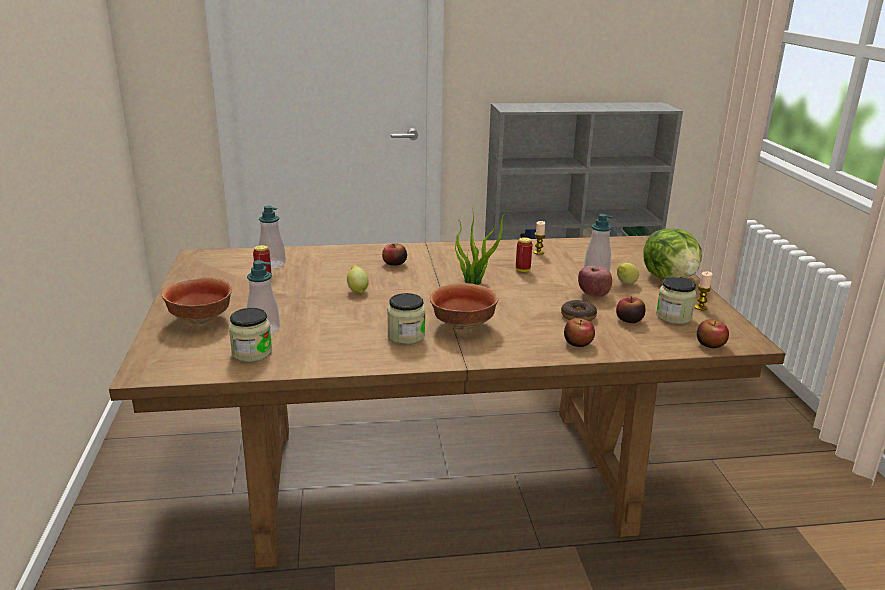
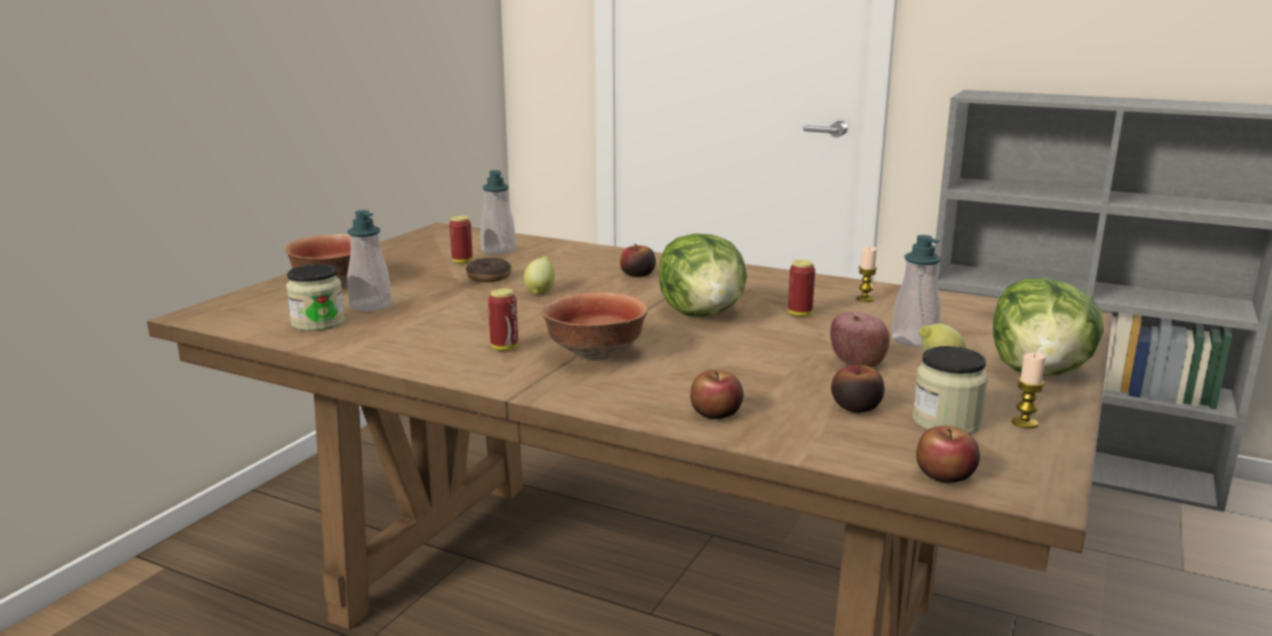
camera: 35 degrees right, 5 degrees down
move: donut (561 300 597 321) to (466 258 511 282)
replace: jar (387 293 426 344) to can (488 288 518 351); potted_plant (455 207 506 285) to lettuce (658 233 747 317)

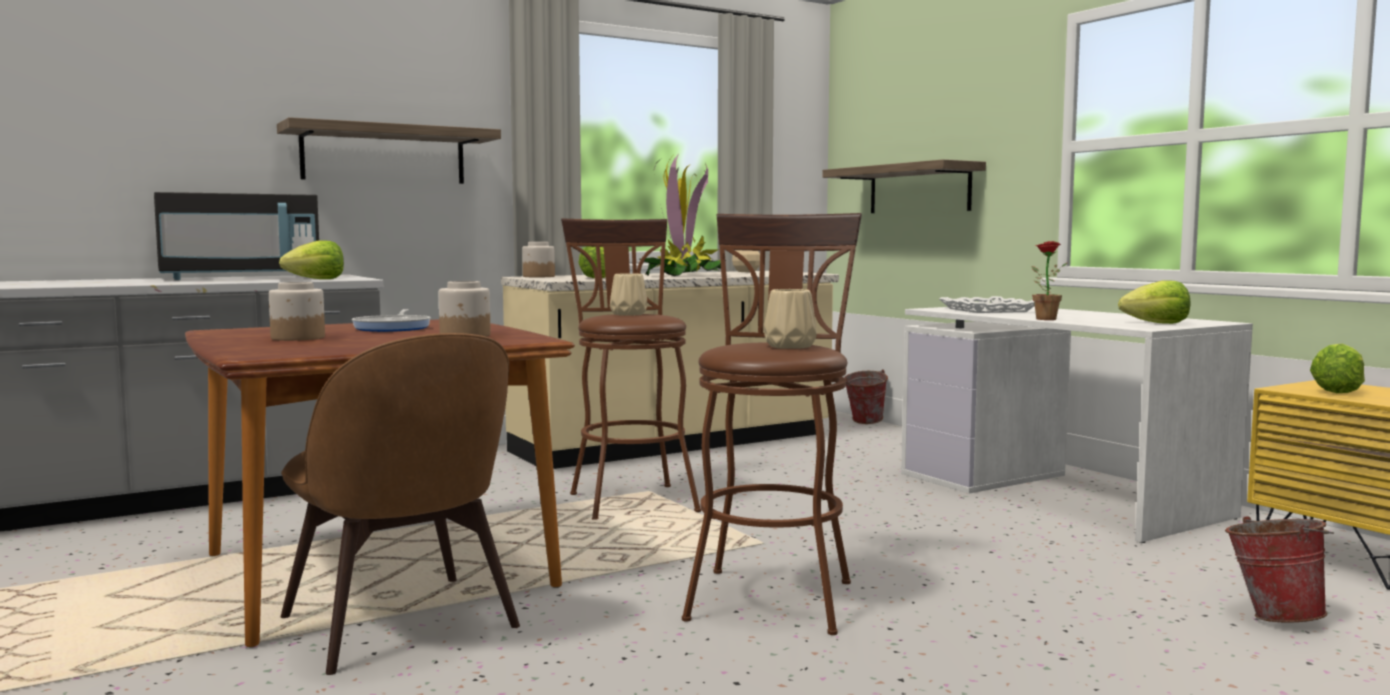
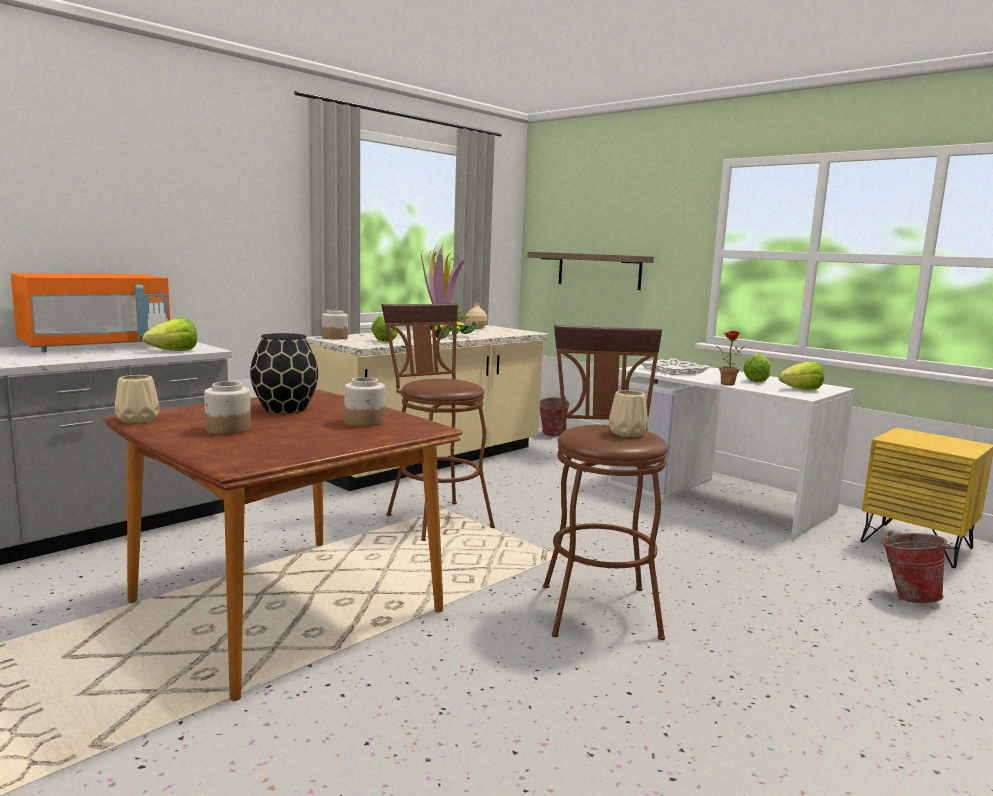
camera: 15 degrees left, 5 degrees up
delete: shelf (277 117 501 184); brown_chair (281 333 520 675)
move: beige_vase (610 273 647 316) to (115 375 160 423); lettuce (1310 344 1365 393) to (743 354 770 382)
replace: frying_pan (352 309 431 332) to black_vase (250 333 318 413)
recolor: black_microwave (154 192 319 280) to orange_microwave (11 273 170 352)

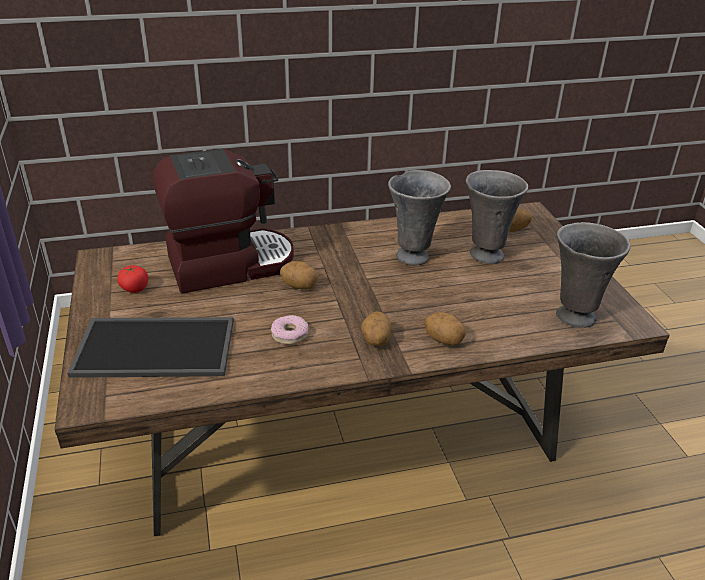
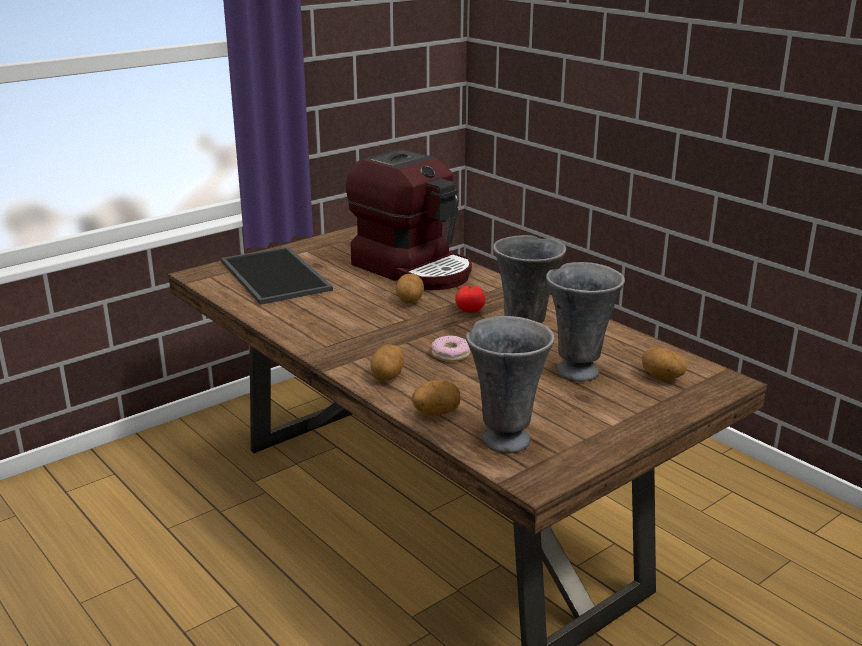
camera: 65 degrees right, 10 degrees down
move: tomato (117 265 148 293) to (455 285 486 313); donut (271 315 309 345) to (432 335 470 362); potato (361 312 392 346) to (412 380 461 416)

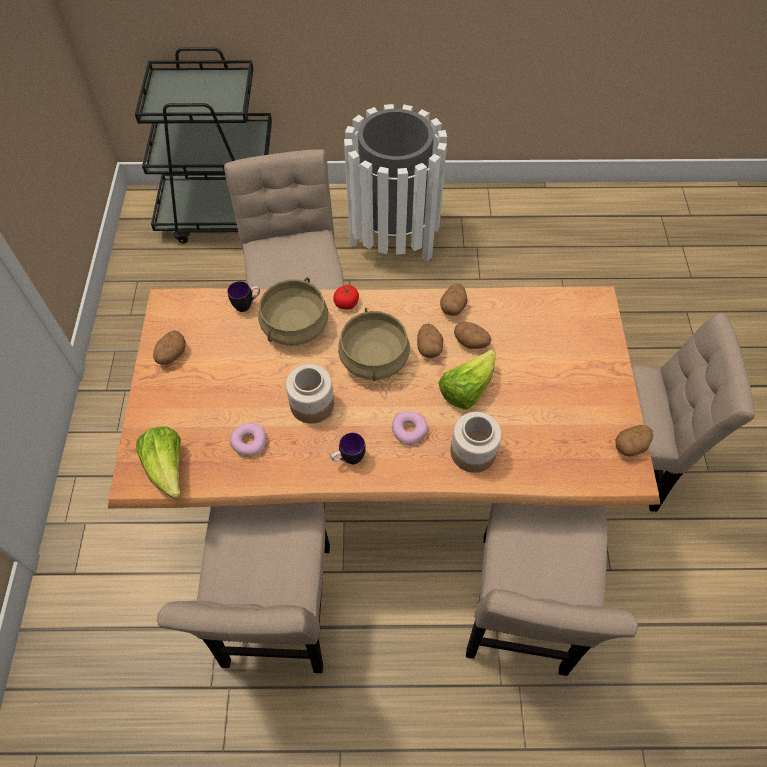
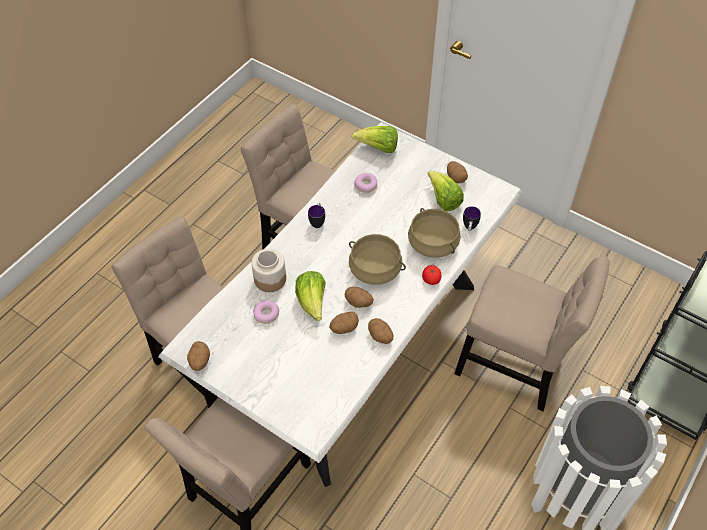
camera: 125 degrees right, 5 degrees down
delete: jar (286 364 334 424)
insert: lettuce (427 171 464 211)
move: donut (391 411 428 445) to (253 300 279 324)
recolor: brown_dining_table (108 286 660 508) to white_dining_table (158 122 523 487)

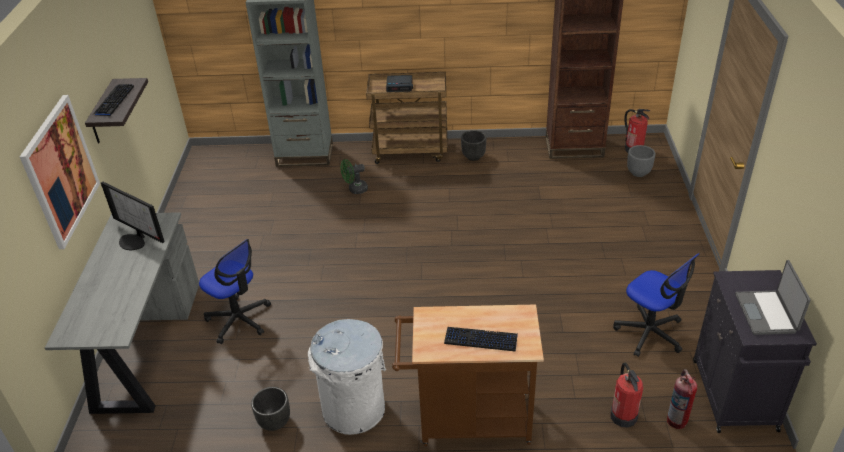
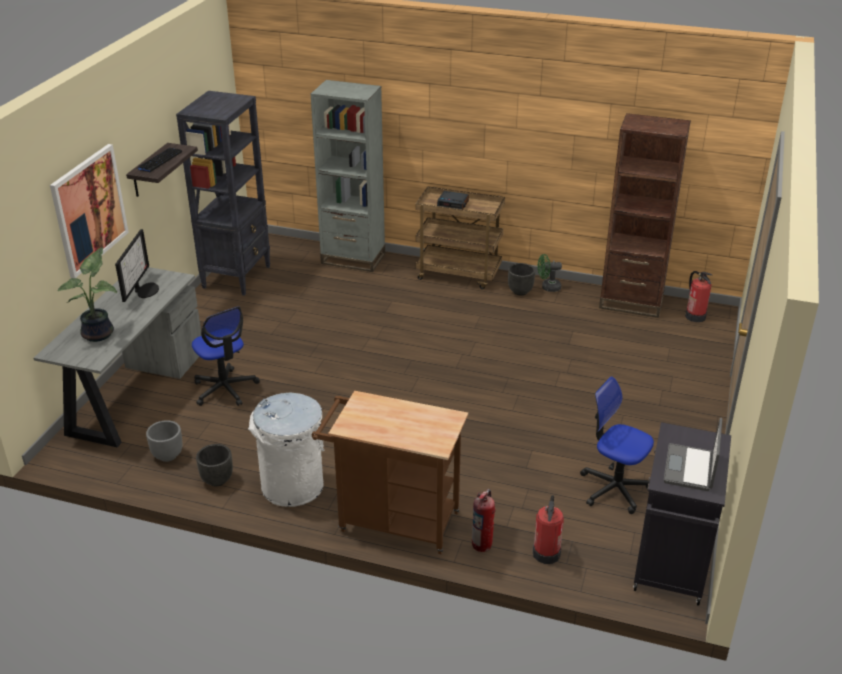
camera: 15 degrees right, 5 degrees down
delete: keyboard (444 327 518 352)
insert: potted_plant (58 247 117 342); black_bookcase (176 91 270 296)
move: green_fan (340 159 368 194) to (538 254 562 292); grey_planter (627 145 655 177) to (146 420 182 462); fire_extinguisher (667 369 697 429) to (472 489 496 552)
rotate: monitor (101 182 165 250) = (115 229 159 302) 135 degrees counterclockwise; office_chair (613 253 700 357) = (580 376 654 514) 150 degrees clockwise

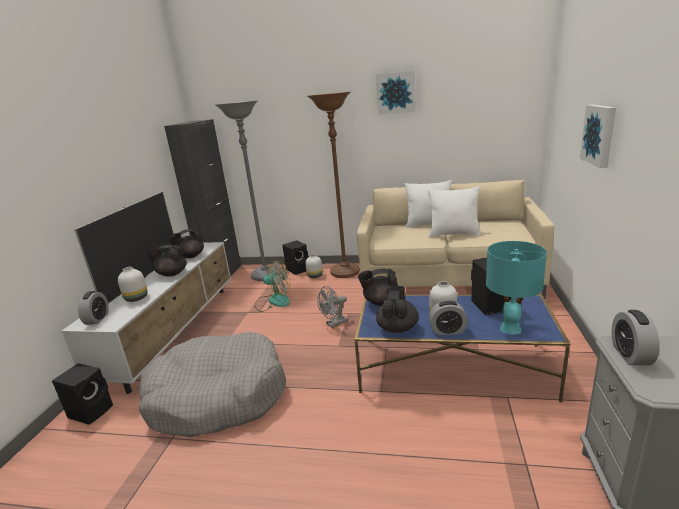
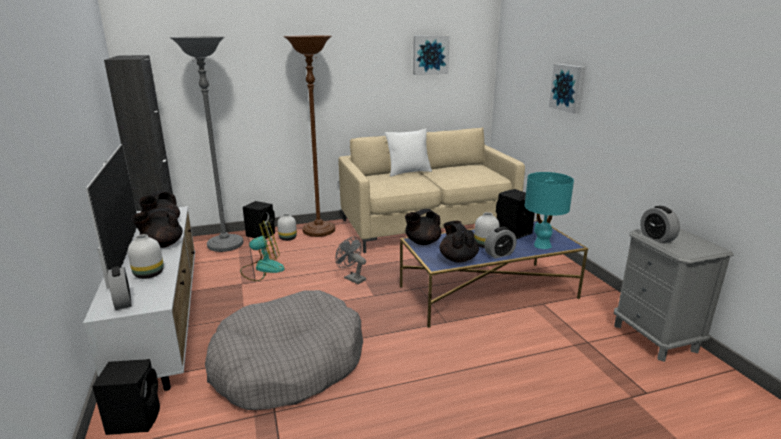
camera: 30 degrees left, 0 degrees up
delete: white_pillow (428 187 481 237)
move: picture (376 70 416 114) to (413 36 450 75)
rotate: grey_fan (317 286 348 328) = (336 237 366 284) 105 degrees clockwise

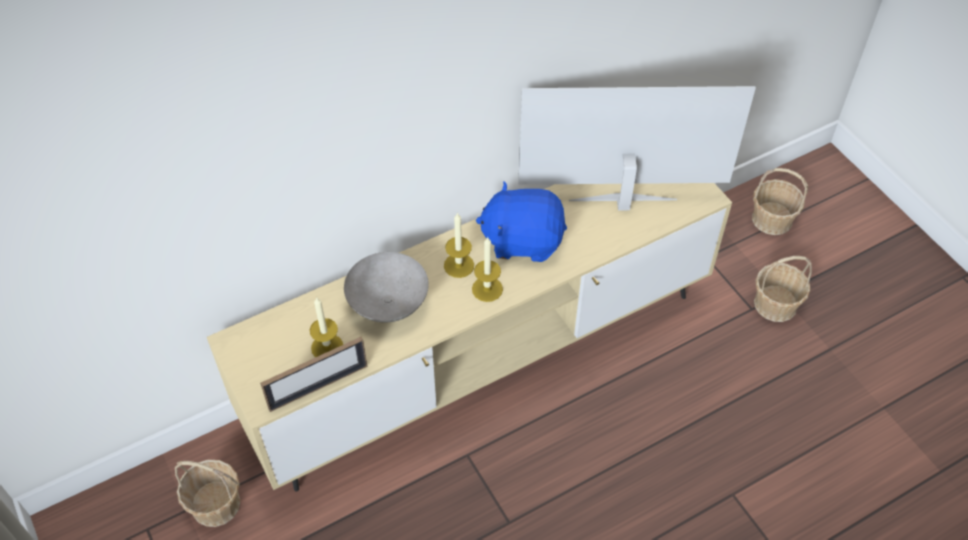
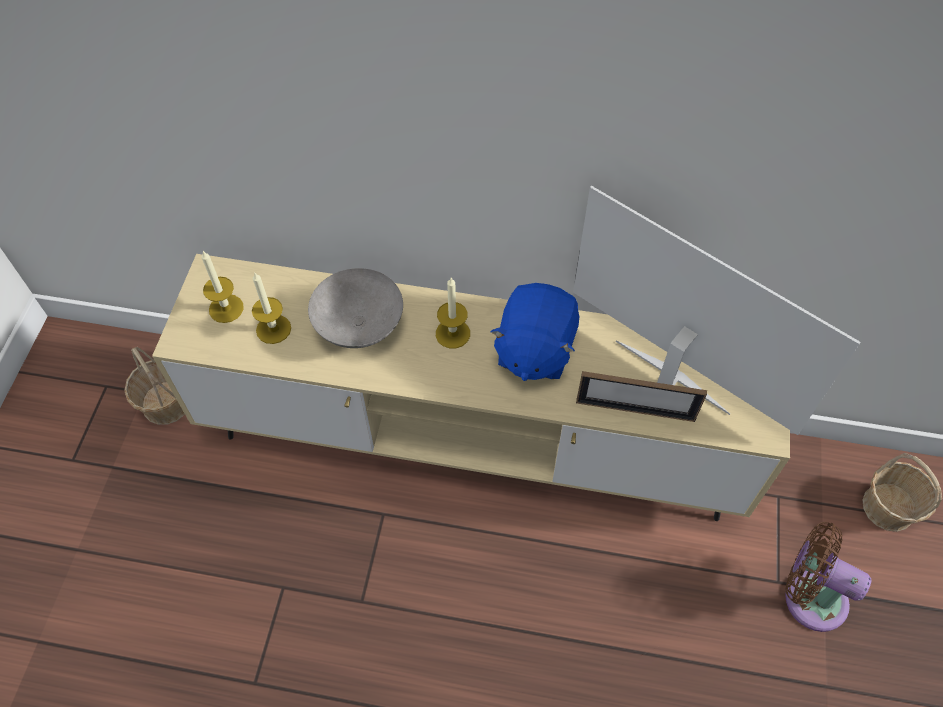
camera: 40 degrees right, 5 degrees up
move: picture_frame (260 337 368 412) to (576 371 707 422); candle (472 237 503 302) to (201 251 244 323)
replace: basket (754 256 812 322) to brown_fan (785 522 871 632)
rotate: blue_plush_toy (476 181 567 262) = (490 283 580 381) 120 degrees counterclockwise

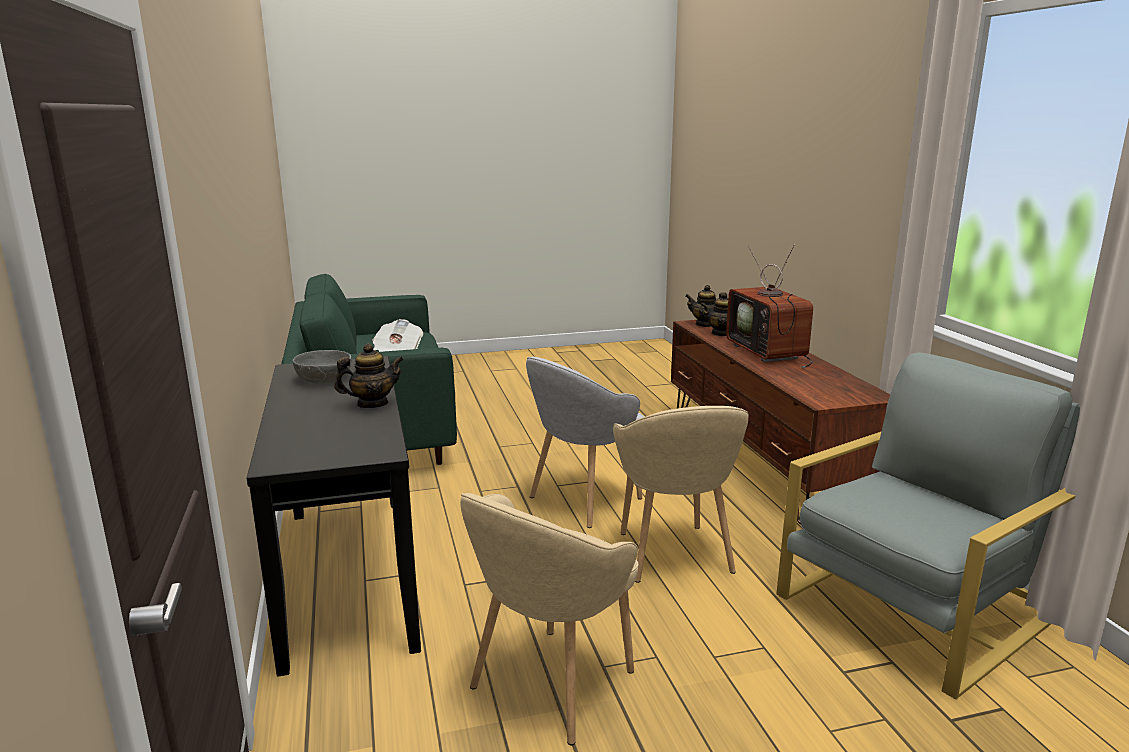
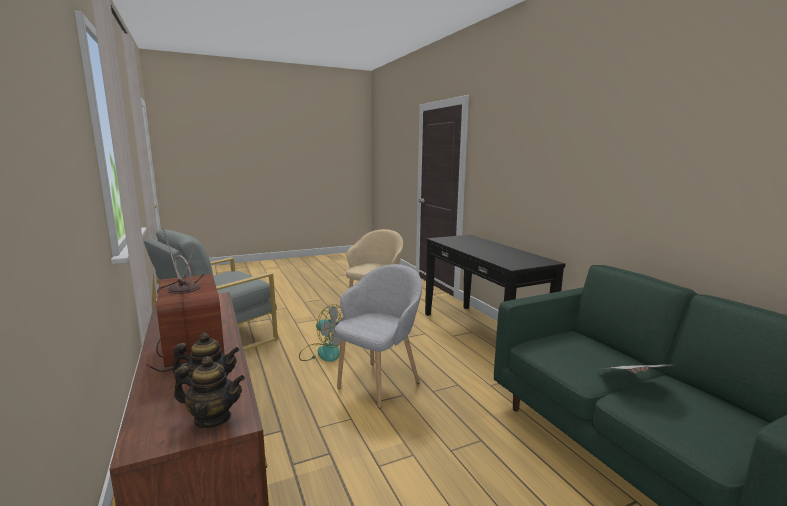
camera: 170 degrees right, 5 degrees down
delete: grey_bowl (293 350 351 383); teapot (334 343 404 408)
replace: beige_armchair (613 406 749 583) to fan (299 304 344 362)

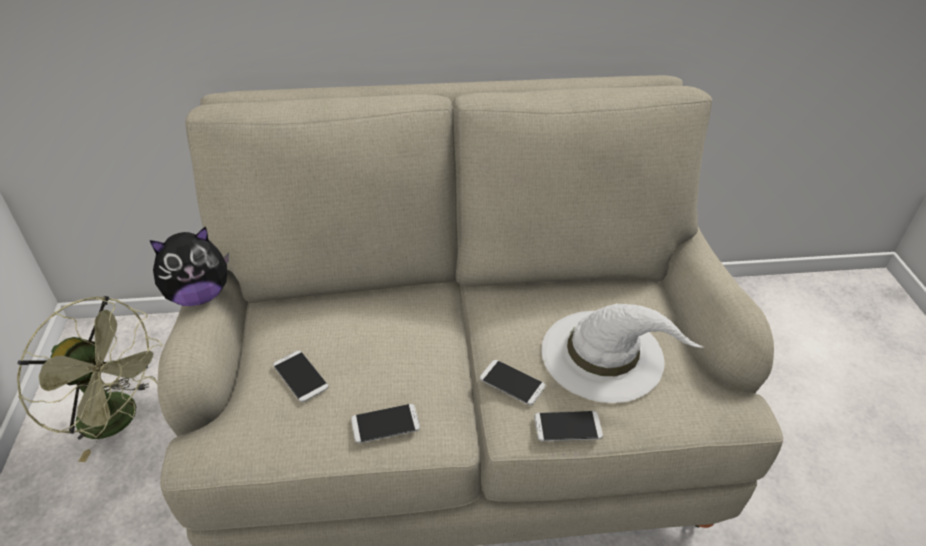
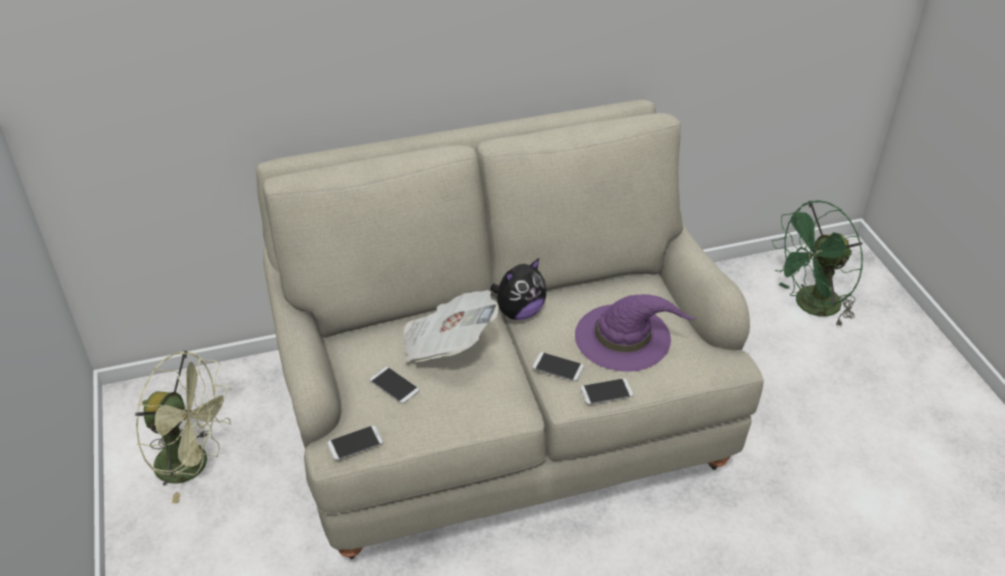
camera: 10 degrees left, 0 degrees up
insert: newspaper (404 290 499 362); green_fan (772 200 863 328)
move: plush_toy (150 226 229 306) to (490 258 546 320); phone (351 404 420 443) to (327 425 383 460)
recolor: white_hat (542 304 703 403) to purple_hat (575 294 698 372)

